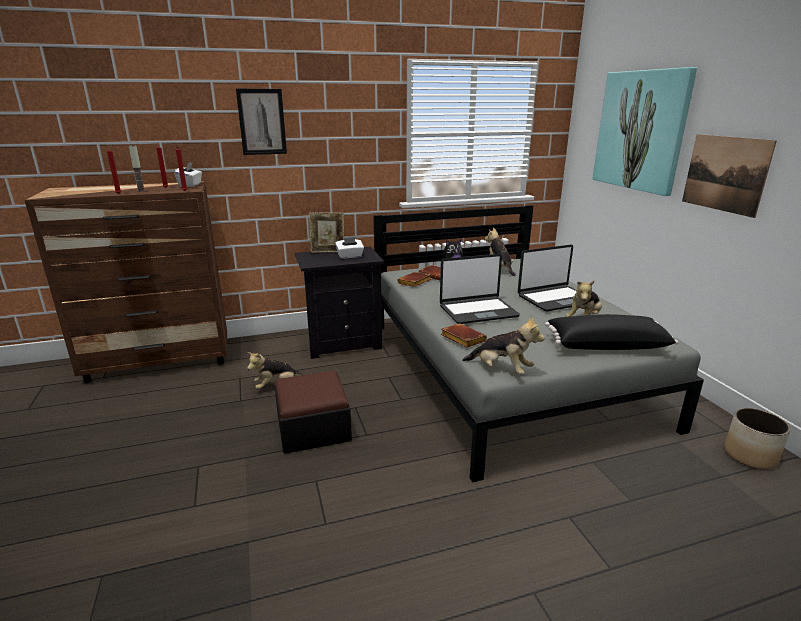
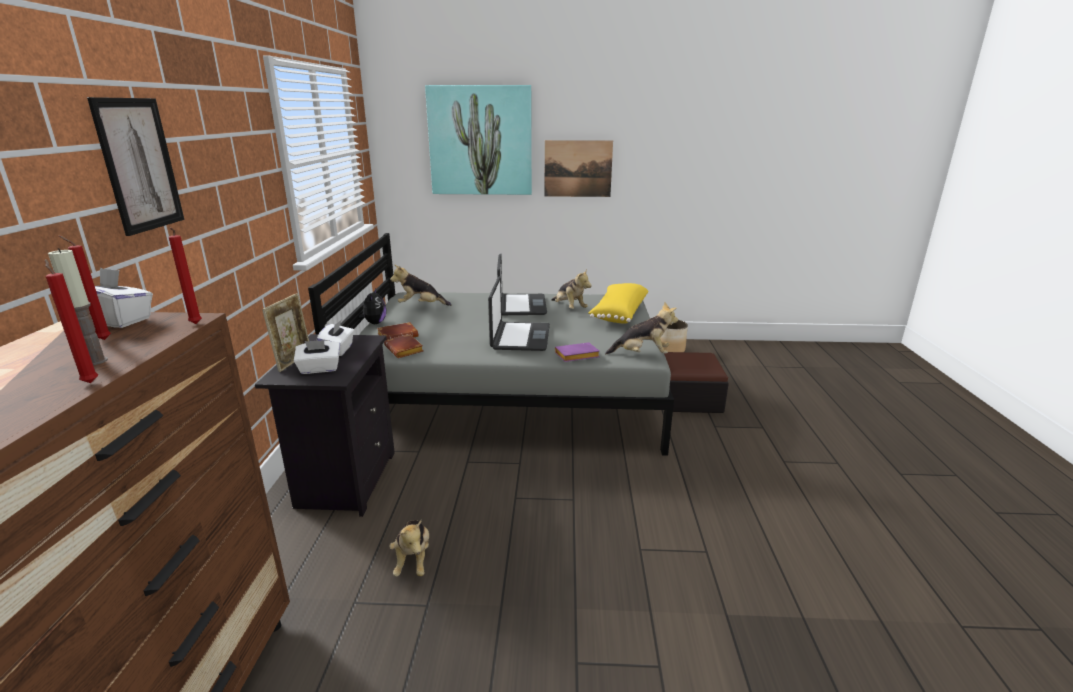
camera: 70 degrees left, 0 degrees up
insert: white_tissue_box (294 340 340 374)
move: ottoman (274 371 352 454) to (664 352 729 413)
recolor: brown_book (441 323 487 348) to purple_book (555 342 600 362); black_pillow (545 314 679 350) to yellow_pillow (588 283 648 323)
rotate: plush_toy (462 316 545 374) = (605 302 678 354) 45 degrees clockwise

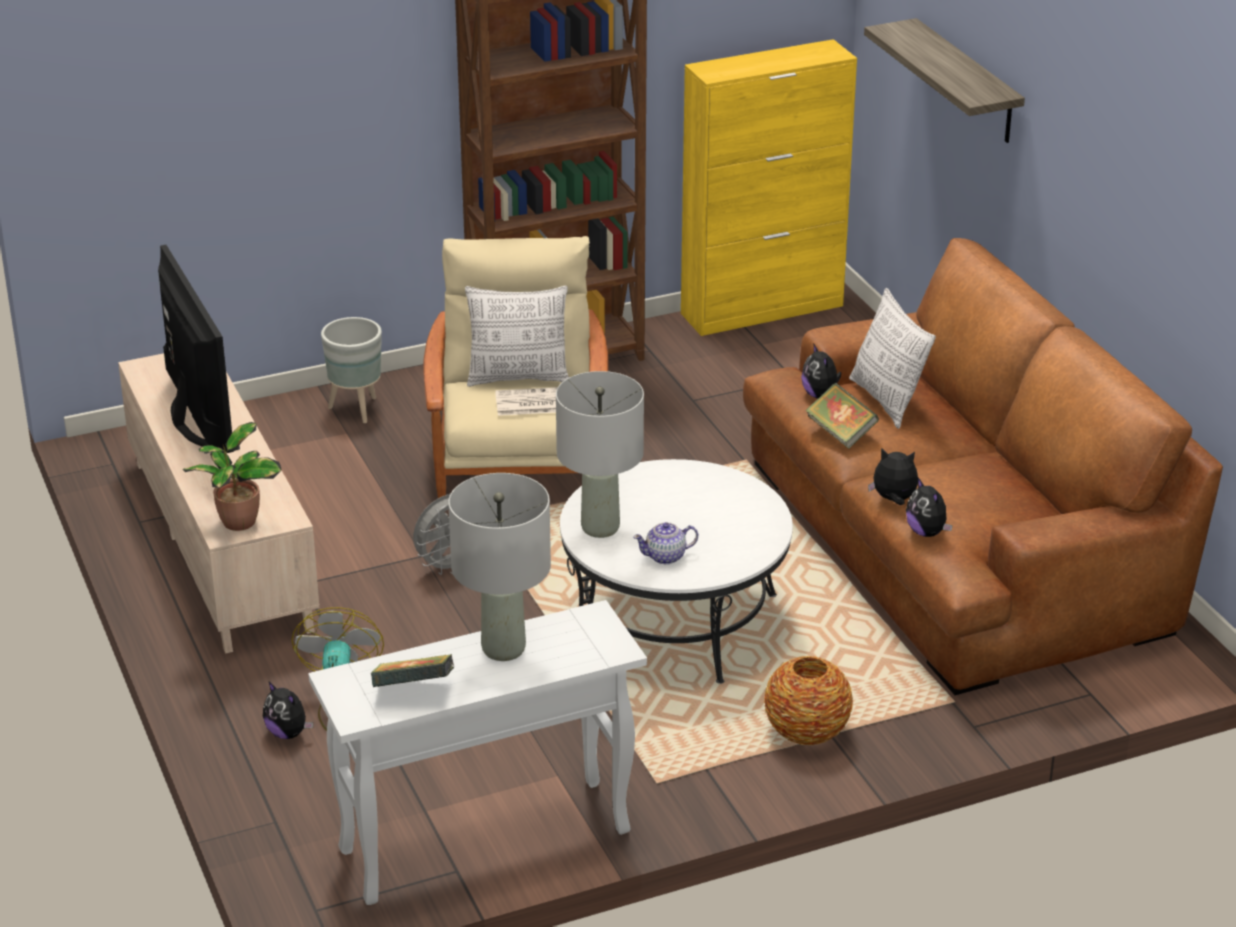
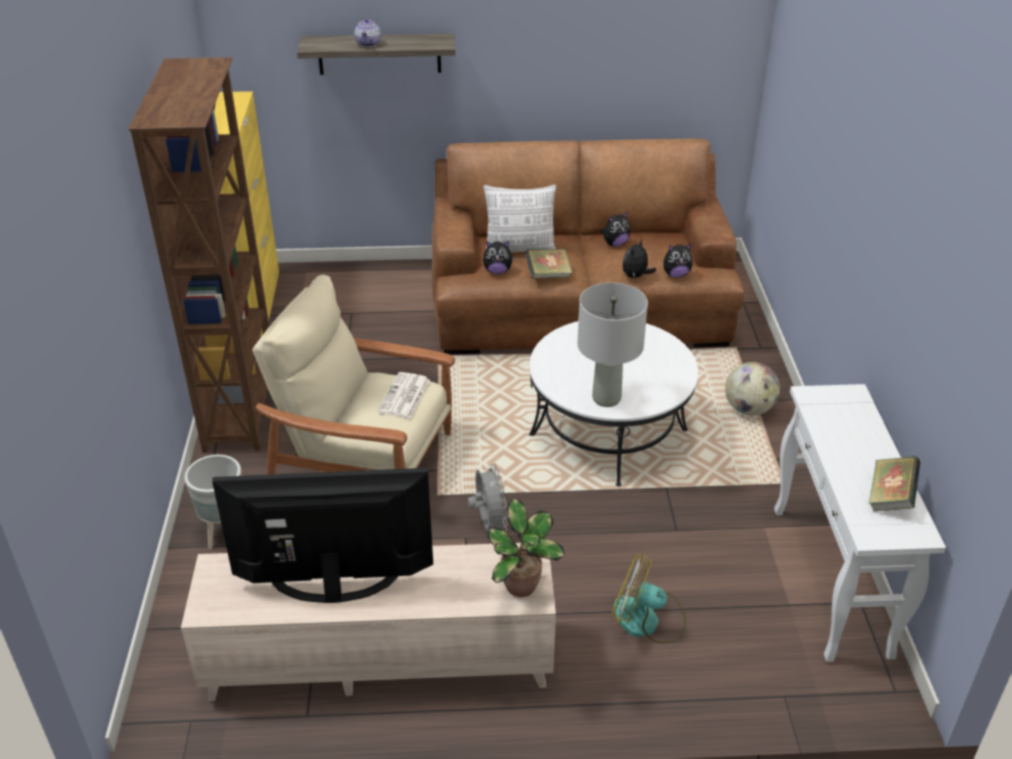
camera: 70 degrees left, 5 degrees up
delete: grey_table_lamp (448 473 551 661); pillow (465 286 569 387)
move: plush_toy (263 682 313 739) to (600 211 630 247); teapot (633 522 698 564) to (355 18 381 47)
replace: vase (764 656 853 745) to globe (725 362 780 415)

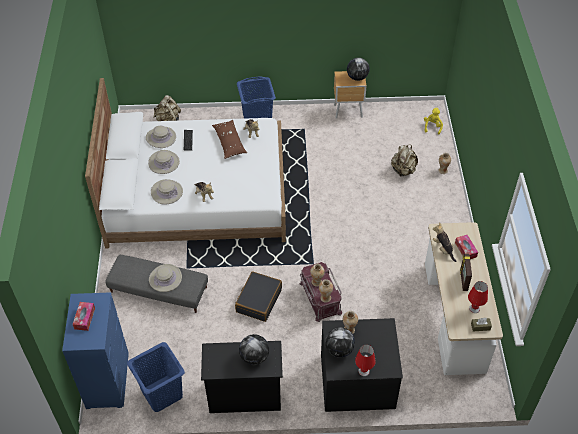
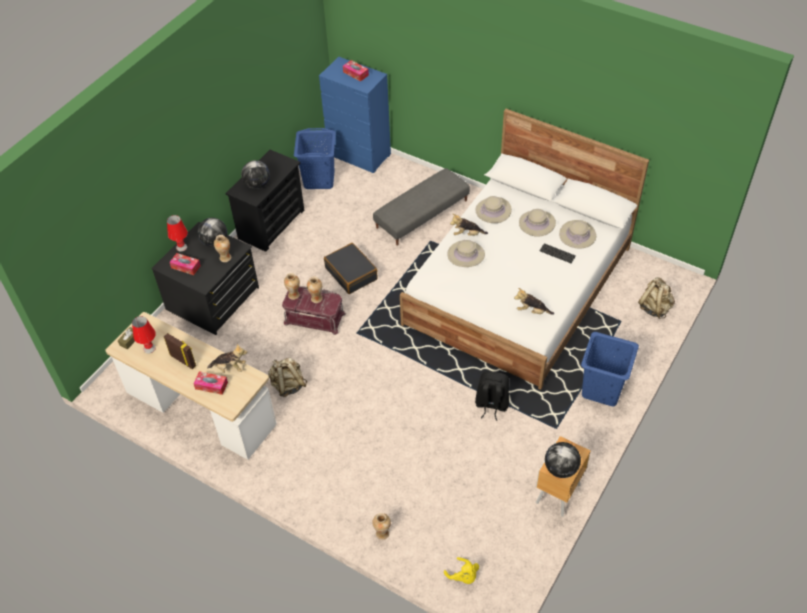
camera: 125 degrees right, 0 degrees up
delete: brown_pillow (212 120 247 159)
insert: tissue_box (170 253 201 275); black_backpack (475 371 509 421)
move: beige_hat (149 264 182 292) to (448 240 485 267); beige_backpack (391 145 418 177) to (268 357 307 397)

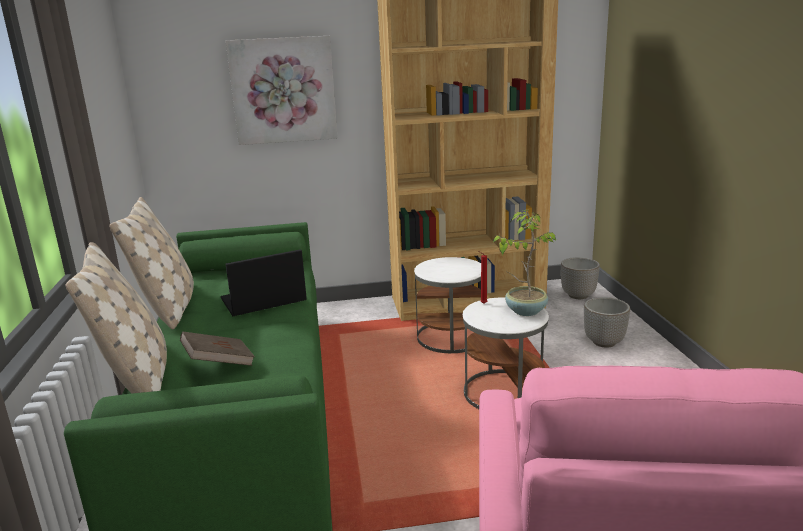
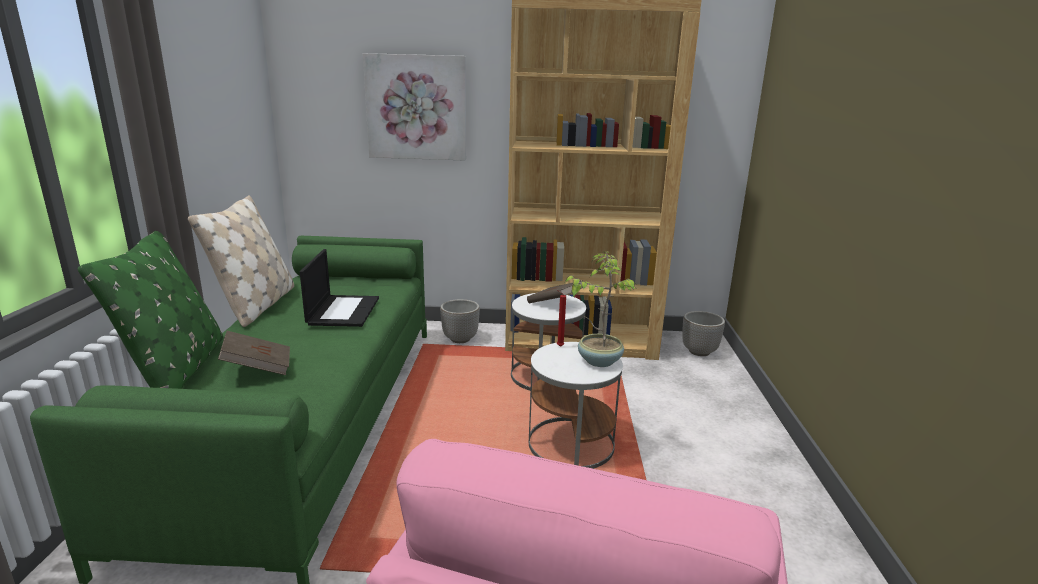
camera: 10 degrees right, 0 degrees up
insert: brown_book (527 280 583 303)
move: planter (584 297 630 348) to (440 299 480 343)
recolor: beige_pillow (66 242 167 394) to green_pillow (78 231 223 389)
rotate: laptop (221 249 307 316) = (300 249 379 327) 105 degrees clockwise

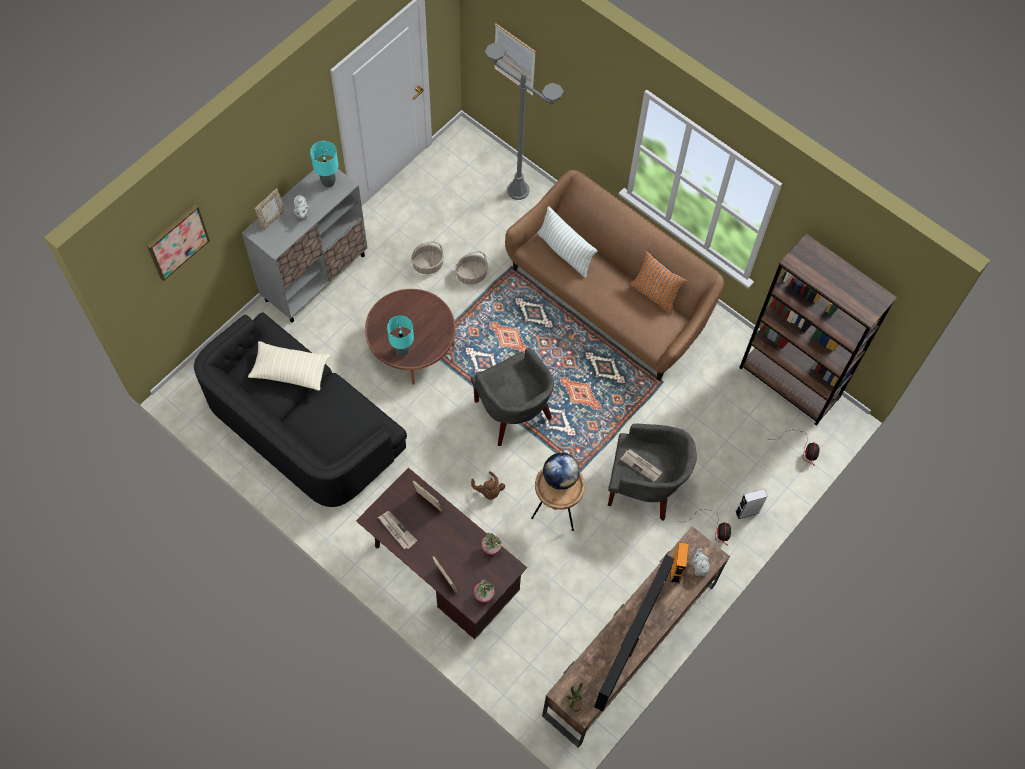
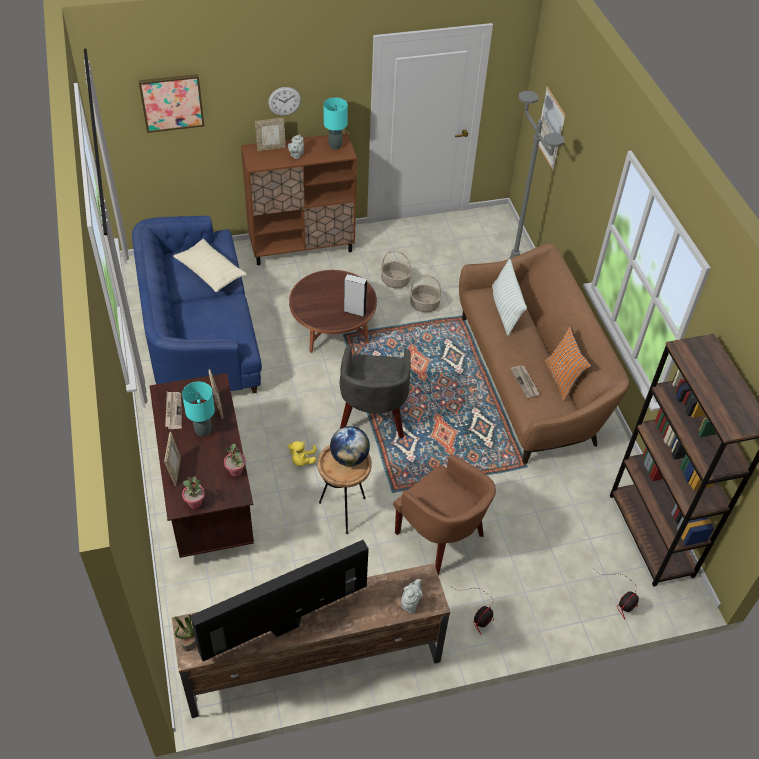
camera: 35 degrees right, 15 degrees down
delete: orange_speaker (670 542 688 583)
insert: wall_clock (268 87 301 116)
move: turquoise_table_lamp (387 316 414 356) to (182 381 215 436); newspaper (620 449 662 482) to (510 365 540 398); grey_speaker (735 489 768 519) to (344 274 367 317)
recolor: black_sofa (194 312 407 507) to blue_sofa (132 216 262 393); grey_cabinet (242 160 367 323) to brown_cabinet (241 133 357 265); brown_plush_toy (471 471 505 500) to yellow_plush_toy (288 441 317 466); grey_armchair (608 424 697 521) to brown_armchair (393 455 496 575)

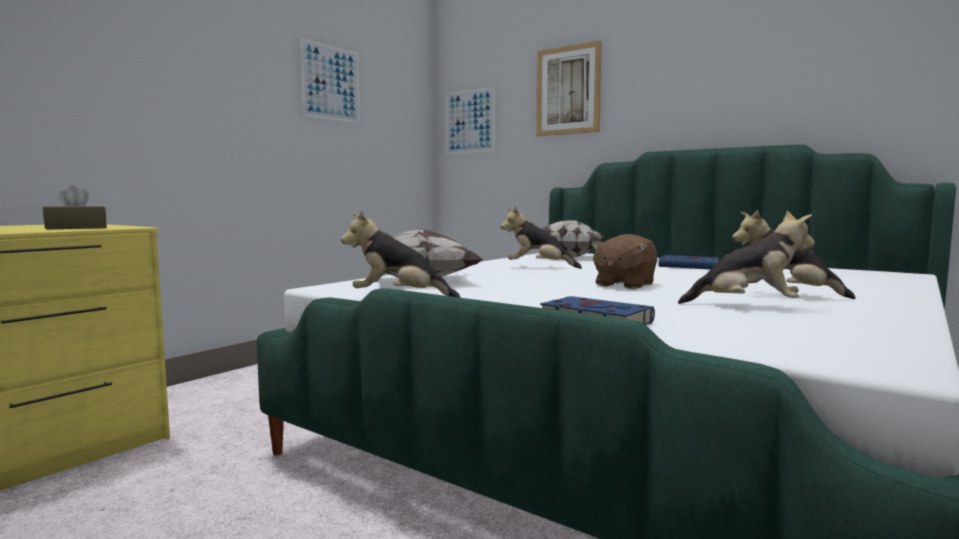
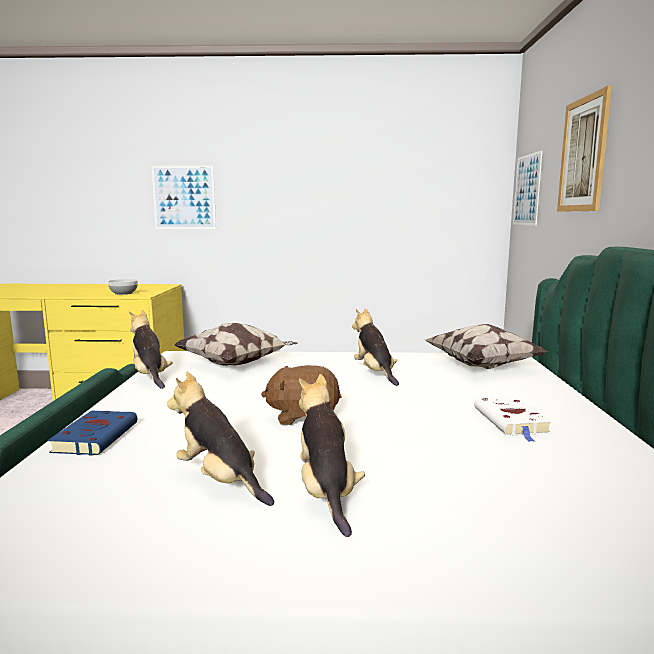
camera: 55 degrees right, 5 degrees up
move: picture (300 38 360 123) to (152 166 216 229)
replace: brown_tissue_box (43 185 107 230) to bowl (108 279 138 295)
recolor: blue_book (659 255 719 269) to white_book (474 396 552 442)
rotate: plush_toy (678 211 815 304) = (167 372 274 506) 150 degrees clockwise

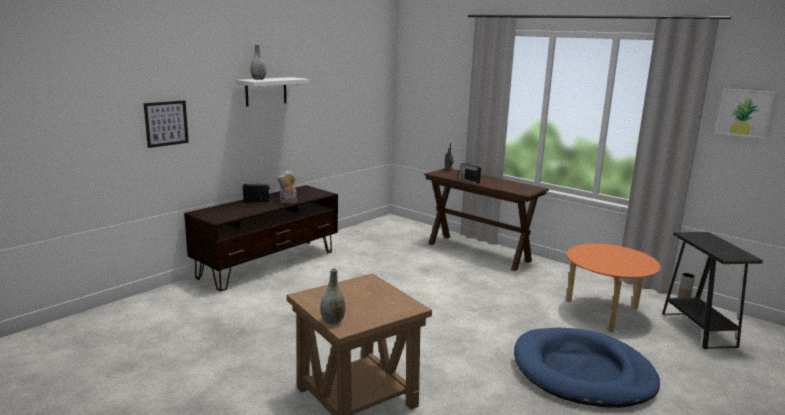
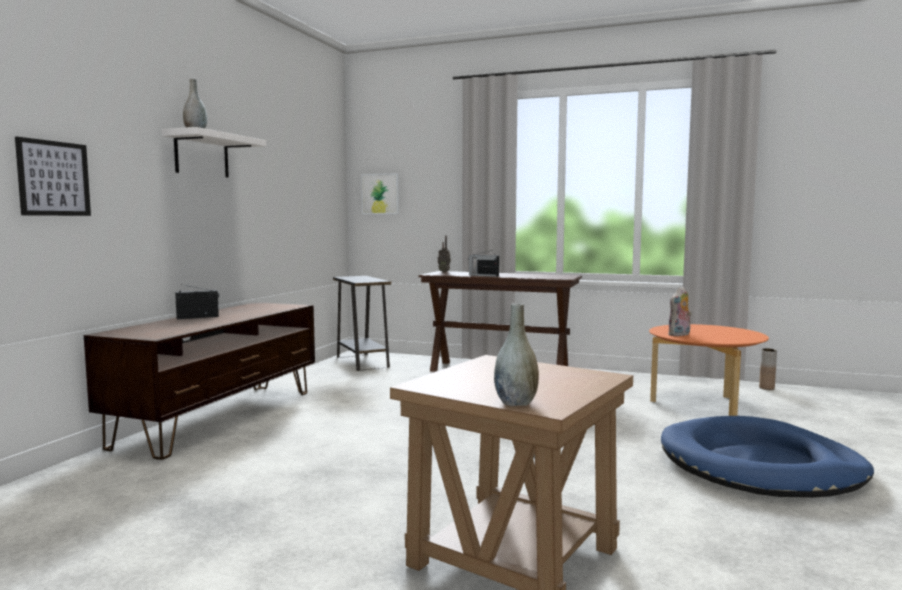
camera: 20 degrees left, 10 degrees down
move: plush_toy (277 170 297 203) to (668 287 692 336); black_side_table (662 232 763 349) to (333 276 391 371); picture (716 89 777 139) to (361 173 399 214)

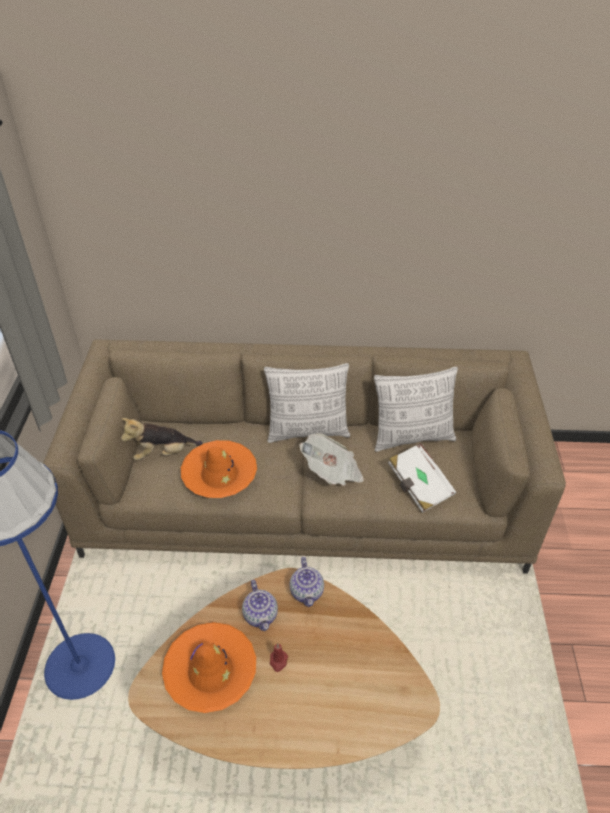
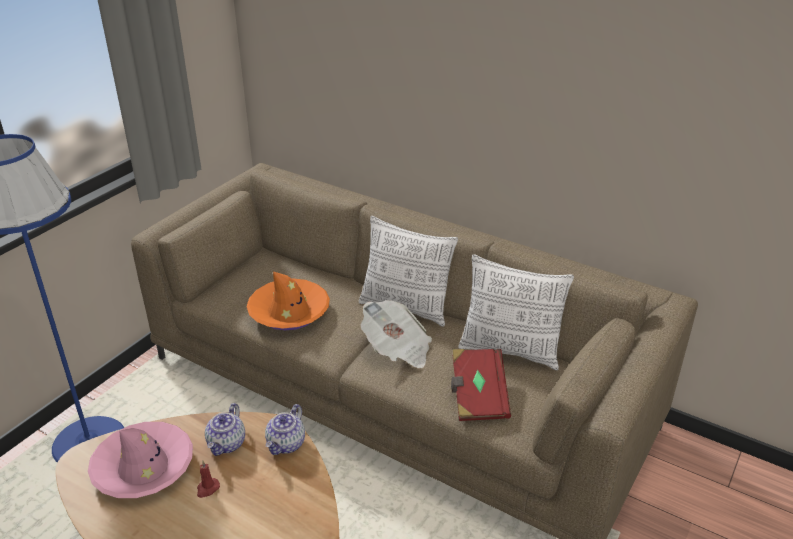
camera: 30 degrees right, 10 degrees down
delete: plush_toy (121 418 203 460)
recolor: orange_hat (162 622 256 713) to pink_hat (88 422 193 498); white_book (388 443 456 513) to red_book (451 349 511 421)

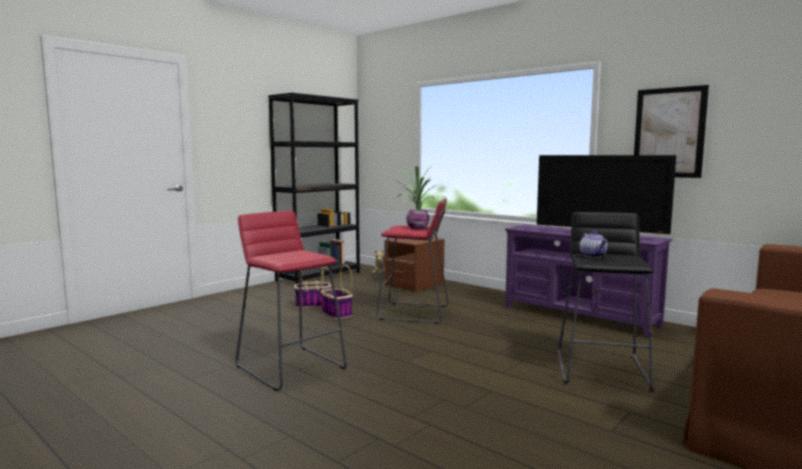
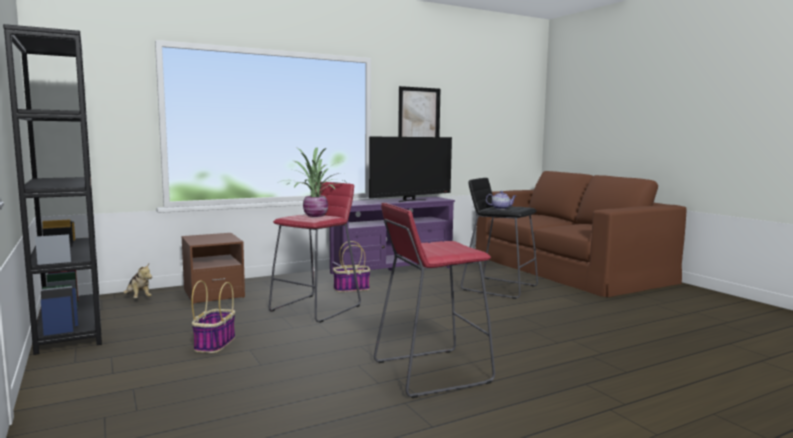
camera: 70 degrees left, 0 degrees up
move: basket (321 265 353 319) to (333 241 371 292)

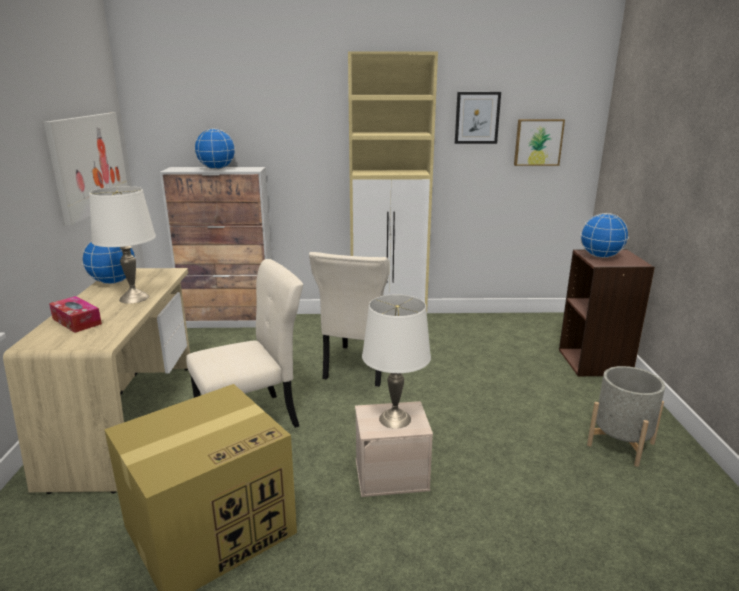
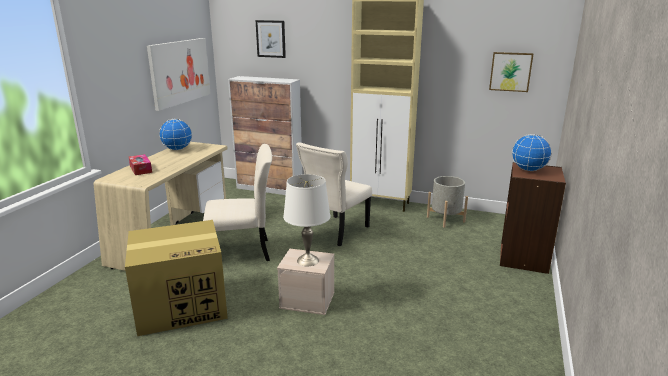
camera: 20 degrees right, 0 degrees up
delete: white_table_lamp (89 186 156 304); globe (194 128 235 170)
move: picture (455 92 501 144) to (255 20 286 58); grey_planter (587 366 665 467) to (427 176 468 228)

